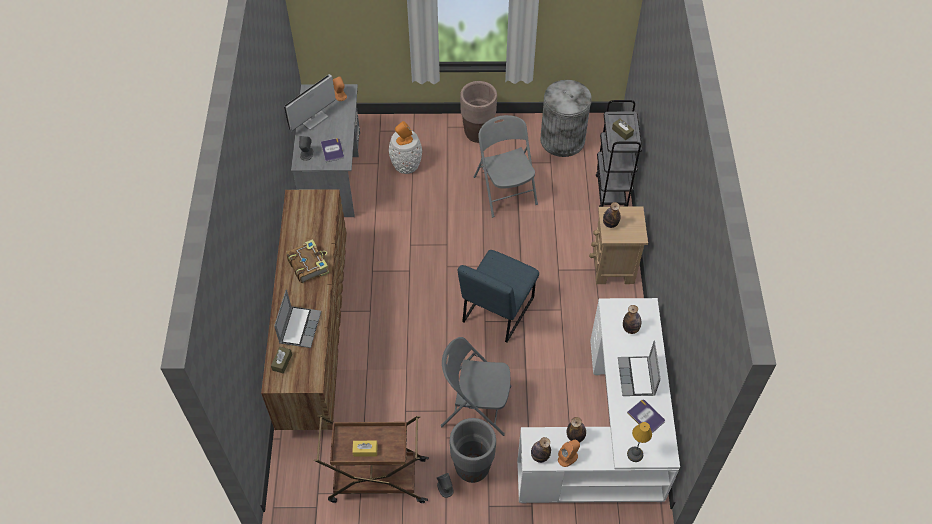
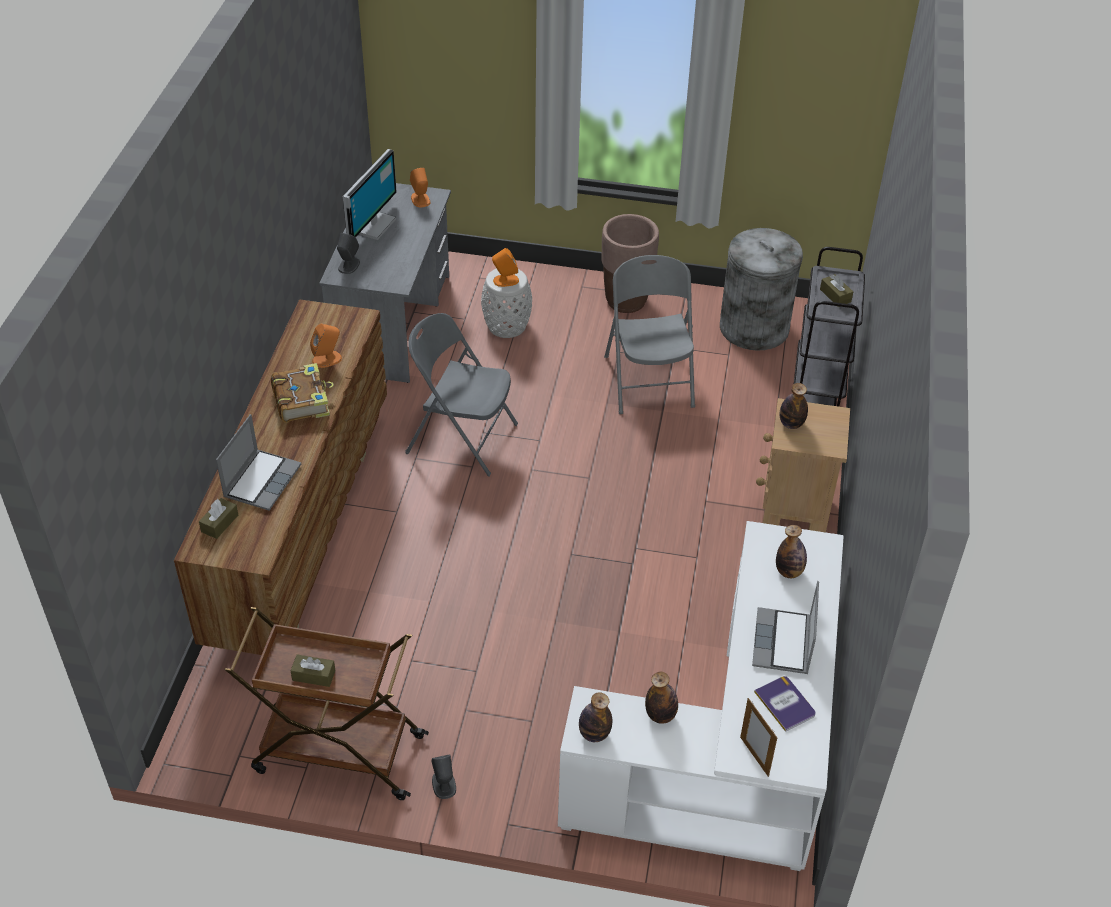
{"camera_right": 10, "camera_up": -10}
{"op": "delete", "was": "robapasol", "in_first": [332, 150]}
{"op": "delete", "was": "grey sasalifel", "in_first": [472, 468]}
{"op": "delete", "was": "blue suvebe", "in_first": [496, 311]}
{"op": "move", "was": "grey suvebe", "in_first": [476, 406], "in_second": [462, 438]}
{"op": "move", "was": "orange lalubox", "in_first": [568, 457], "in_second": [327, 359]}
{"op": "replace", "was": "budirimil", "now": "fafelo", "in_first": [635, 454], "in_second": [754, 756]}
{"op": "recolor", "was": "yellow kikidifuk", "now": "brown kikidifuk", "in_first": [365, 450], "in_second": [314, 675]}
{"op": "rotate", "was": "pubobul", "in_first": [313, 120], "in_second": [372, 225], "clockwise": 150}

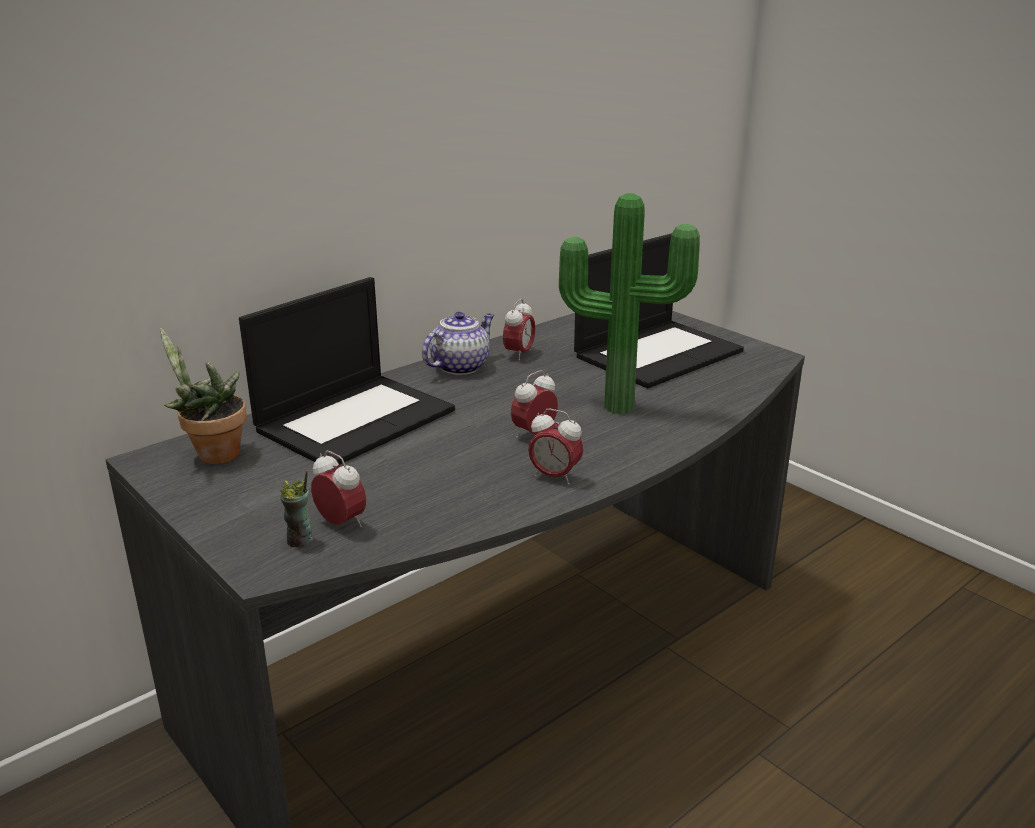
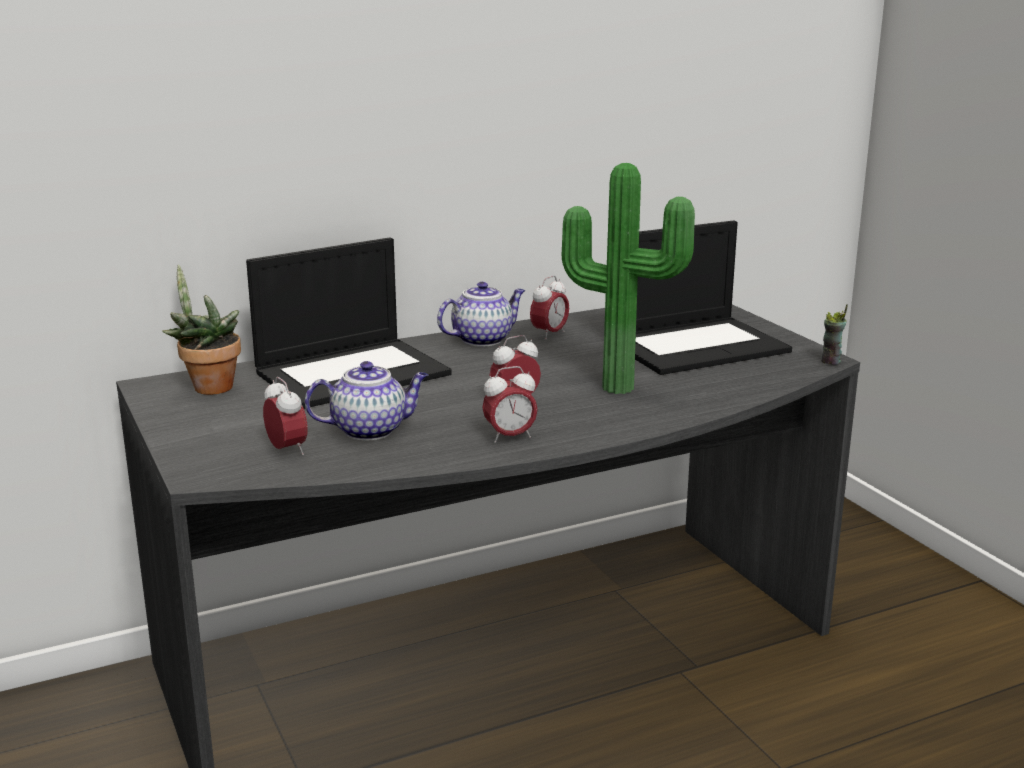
{"camera_right": 15, "camera_up": -5}
{"op": "insert", "now": "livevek", "in_second": [370, 430]}
{"op": "move", "was": "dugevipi", "in_first": [300, 541], "in_second": [831, 361]}
{"op": "rotate", "was": "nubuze", "in_first": [554, 476], "in_second": [510, 437], "clockwise": -60}

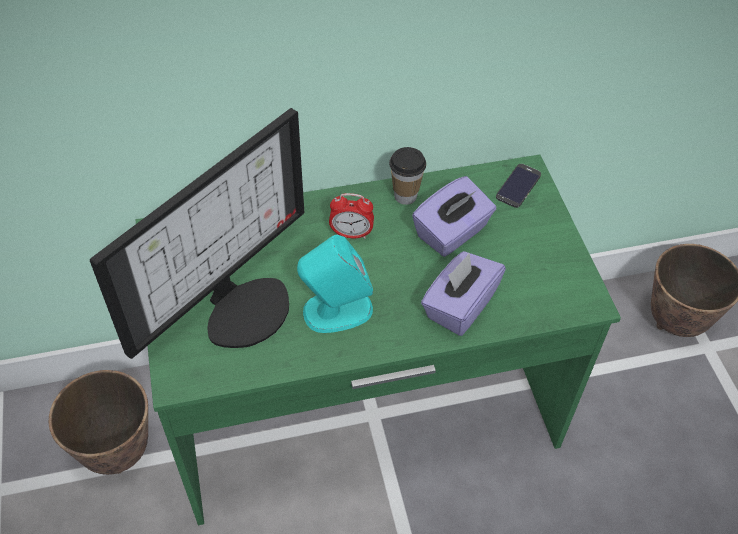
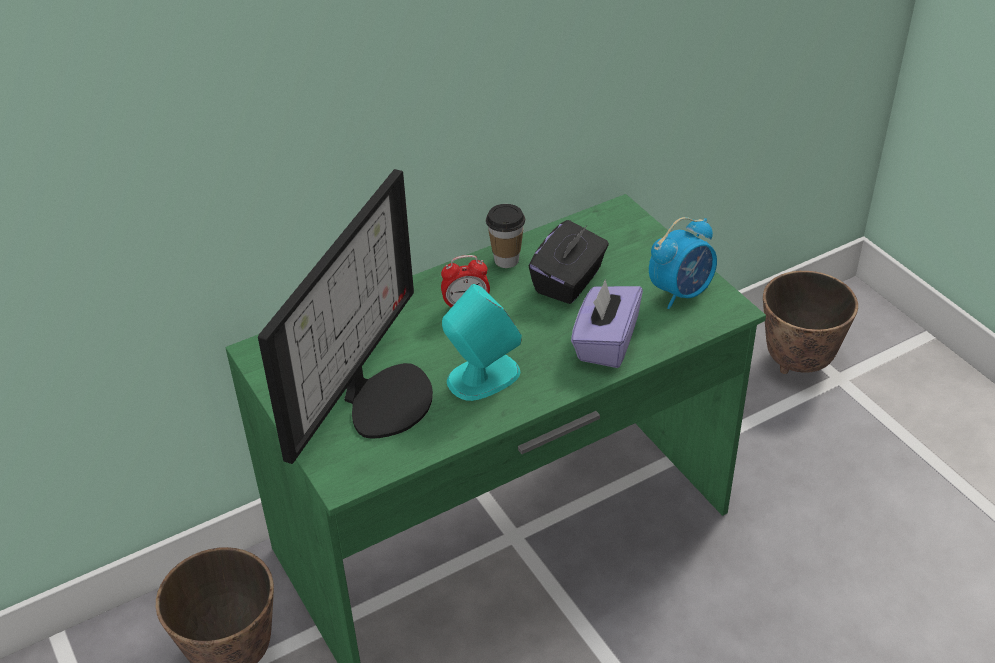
{"camera_right": -15, "camera_up": -10}
{"op": "delete", "was": "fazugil", "in_first": [518, 186]}
{"op": "insert", "now": "nubuze", "in_second": [681, 292]}
{"op": "recolor", "was": "purple kikidifuk", "now": "black kikidifuk", "in_first": [452, 233], "in_second": [569, 281]}

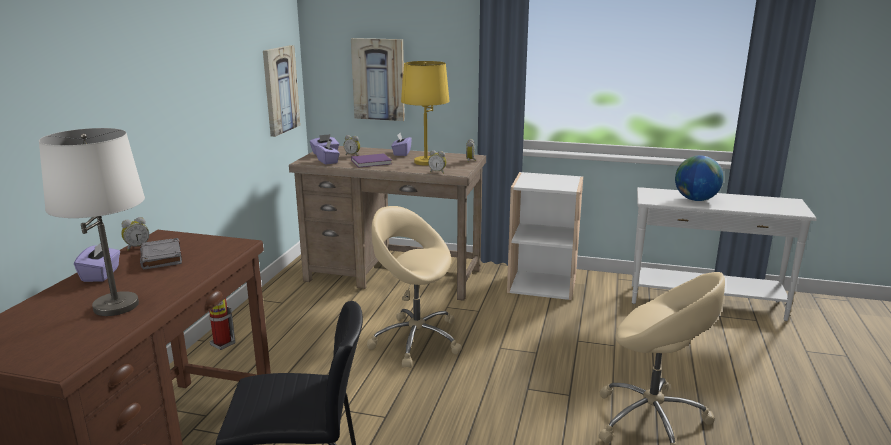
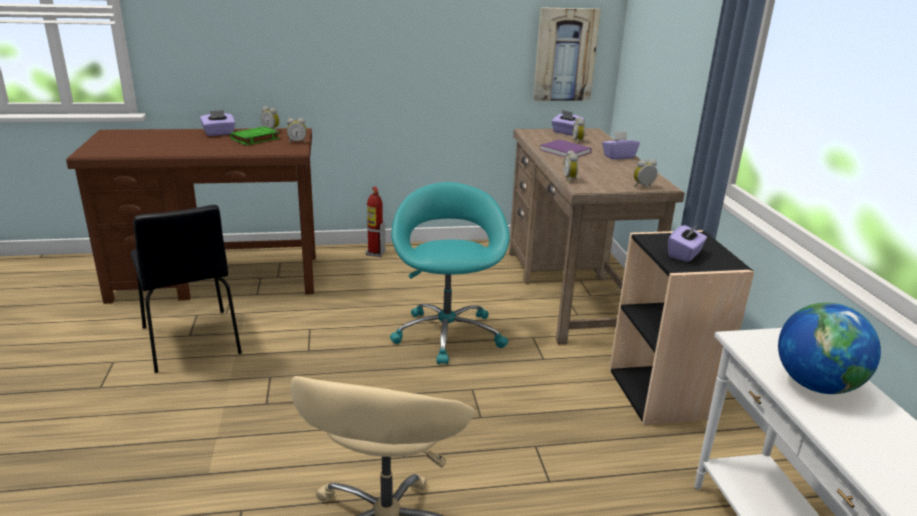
{"camera_right": 65, "camera_up": 5}
{"op": "delete", "was": "white budirimil", "in_first": [115, 306]}
{"op": "delete", "was": "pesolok", "in_first": [378, 79]}
{"op": "delete", "was": "yellow budirimil", "in_first": [426, 162]}
{"op": "insert", "now": "nubuze", "in_second": [297, 142]}
{"op": "move", "was": "purple kikidifuk", "in_first": [328, 161], "in_second": [685, 254]}
{"op": "recolor", "was": "grey robapasol", "now": "green robapasol", "in_first": [162, 258], "in_second": [255, 139]}
{"op": "recolor", "was": "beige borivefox", "now": "turquoise borivefox", "in_first": [415, 340], "in_second": [447, 334]}
{"op": "recolor", "was": "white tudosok", "now": "black tudosok", "in_first": [543, 284], "in_second": [663, 393]}

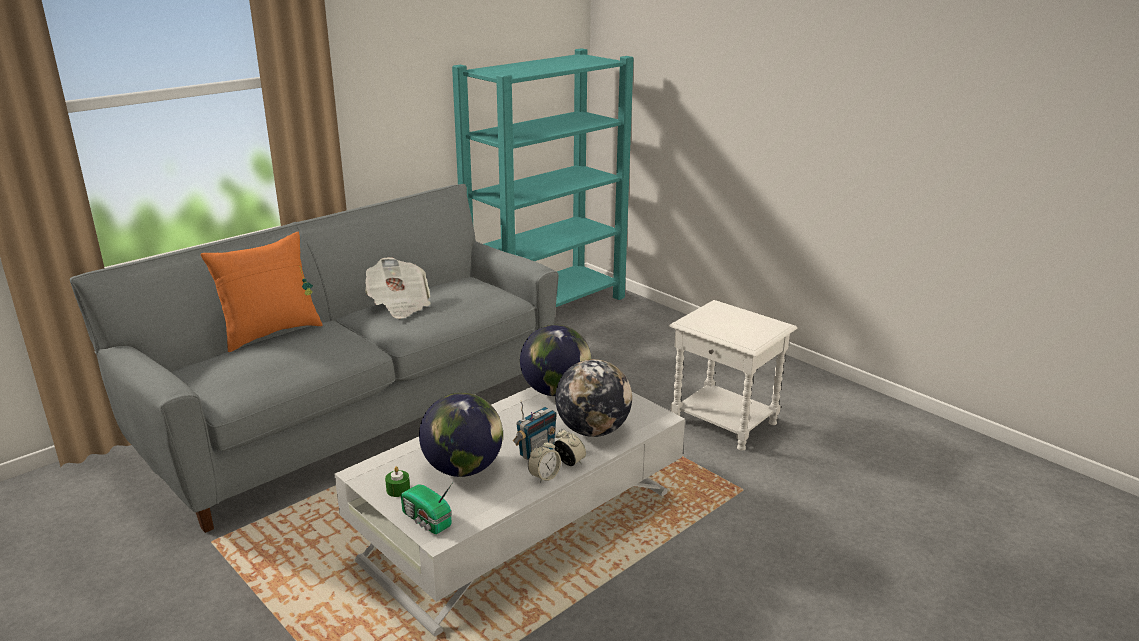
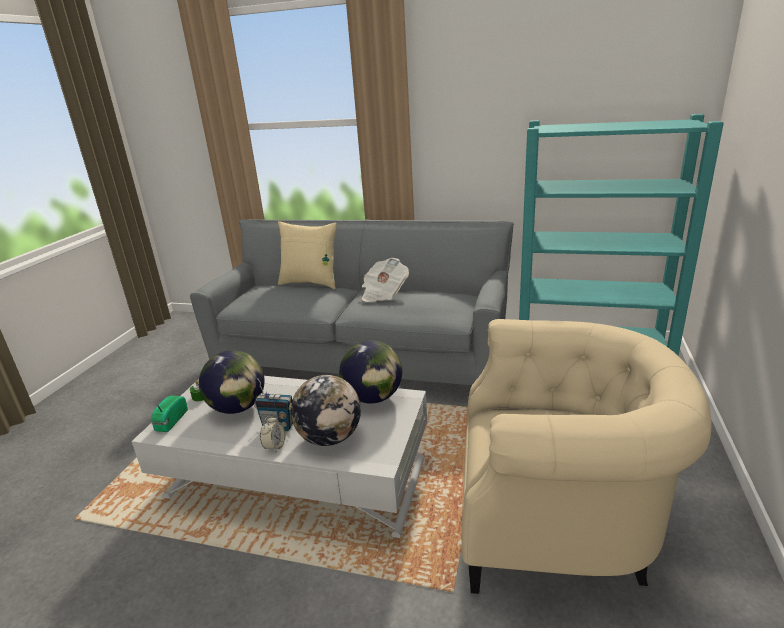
{"camera_right": 60, "camera_up": 0}
{"op": "delete", "was": "nubuze", "in_first": [544, 476]}
{"op": "replace", "was": "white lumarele", "now": "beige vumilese", "in_first": [725, 421], "in_second": [557, 527]}
{"op": "recolor", "was": "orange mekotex", "now": "beige mekotex", "in_first": [271, 334], "in_second": [310, 283]}

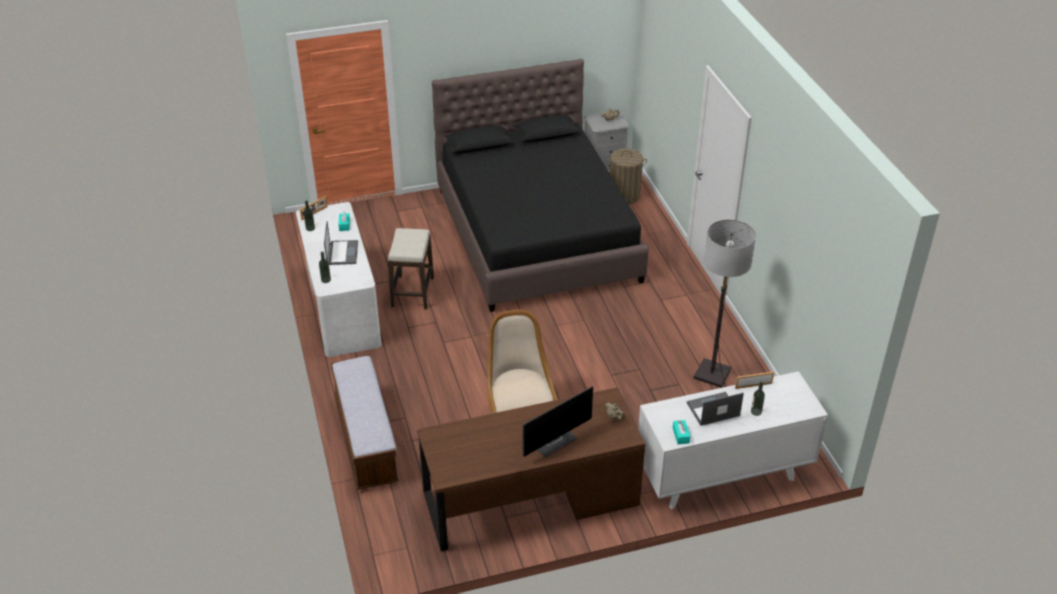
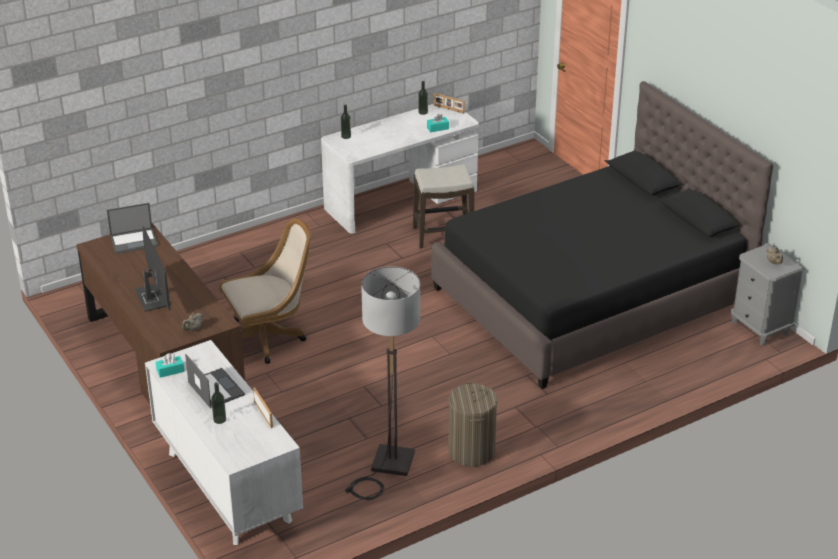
{"camera_right": 75, "camera_up": -5}
{"op": "delete", "was": "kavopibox", "in_first": [366, 439]}
{"op": "move", "was": "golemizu", "in_first": [342, 252], "in_second": [134, 241]}
{"op": "move", "was": "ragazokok", "in_first": [624, 196], "in_second": [471, 451]}
{"op": "rotate", "was": "pubobul", "in_first": [553, 440], "in_second": [152, 297], "clockwise": -150}

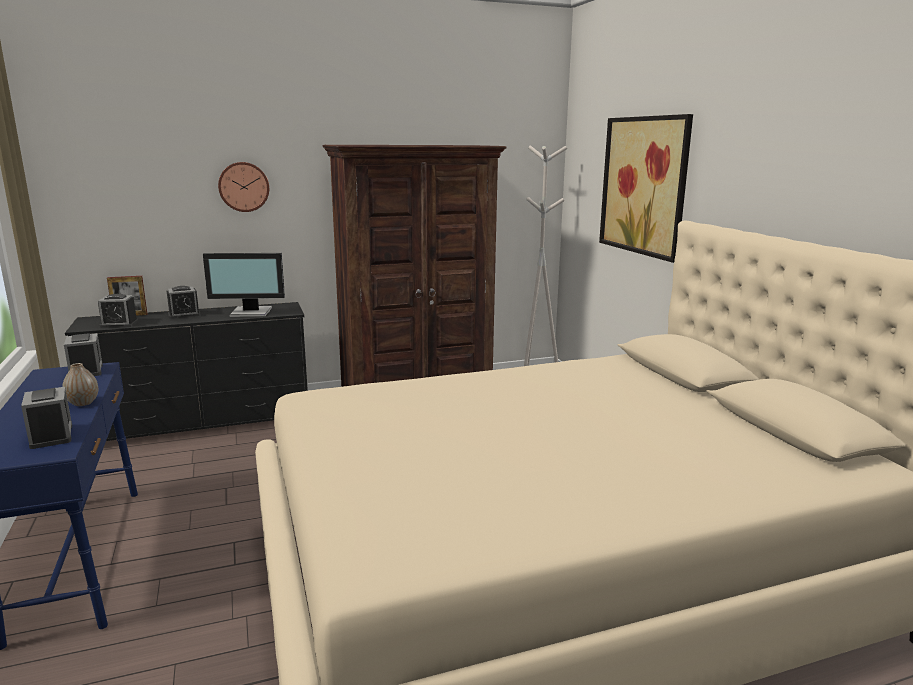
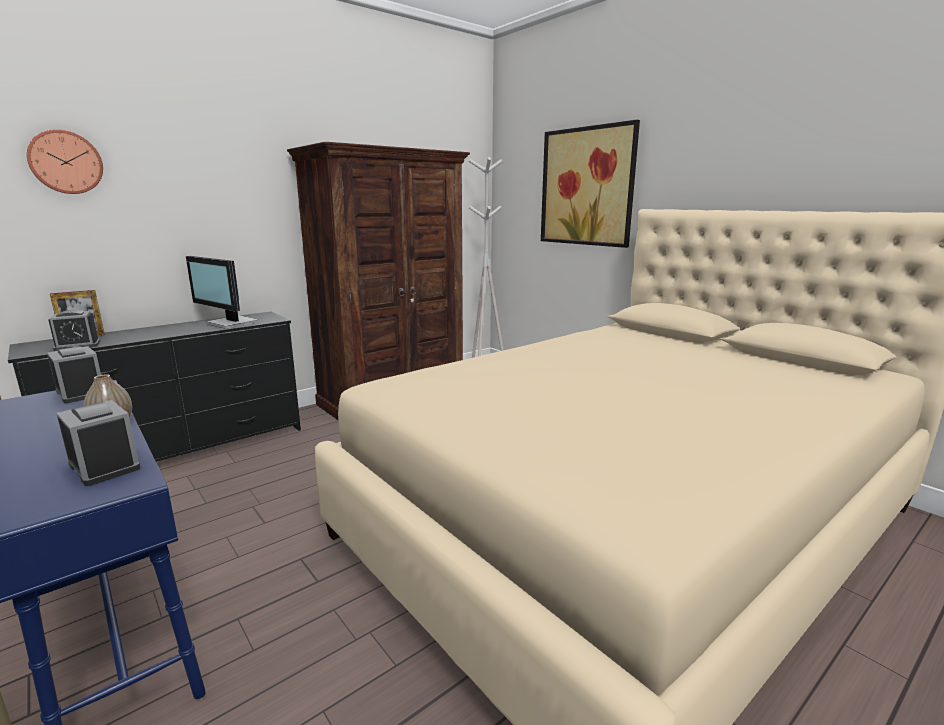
{"camera_right": -20, "camera_up": 0}
{"op": "delete", "was": "nubuze", "in_first": [184, 314]}
{"op": "move", "was": "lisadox", "in_first": [243, 187], "in_second": [66, 162]}
{"op": "rotate", "was": "pubobul", "in_first": [251, 312], "in_second": [231, 323], "clockwise": 60}

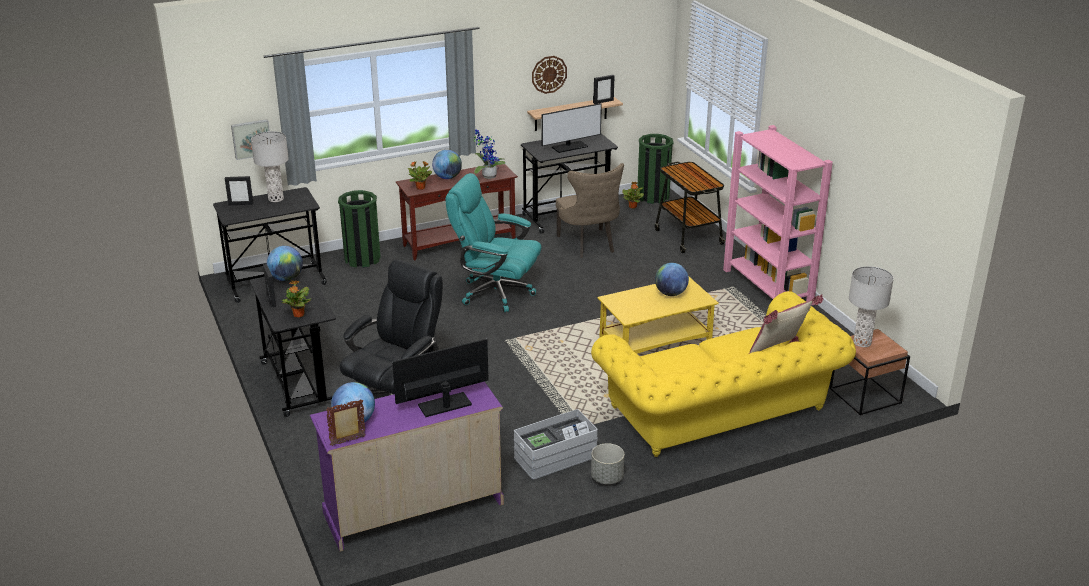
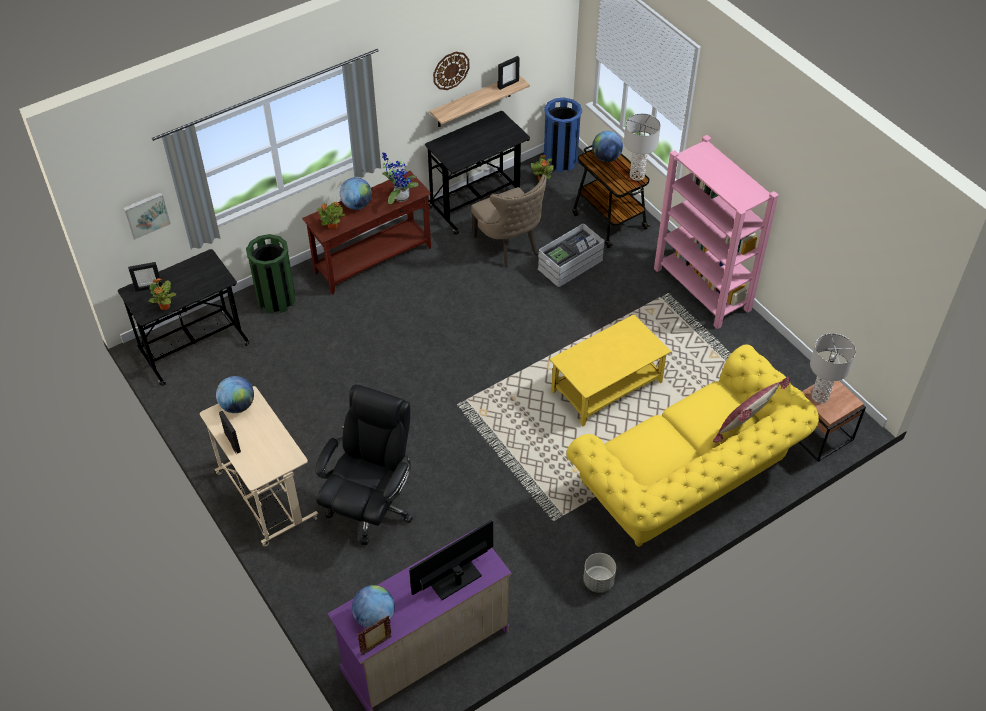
{"camera_right": -10, "camera_up": 20}
{"op": "delete", "was": "turquoise borivefox", "in_first": [496, 293]}
{"op": "delete", "was": "pubobul", "in_first": [569, 147]}
{"op": "move", "was": "white budirimil", "in_first": [276, 199], "in_second": [637, 175]}
{"op": "move", "was": "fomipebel", "in_first": [298, 315], "in_second": [165, 307]}
{"op": "move", "was": "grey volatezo", "in_first": [555, 456], "in_second": [570, 264]}
{"op": "move", "was": "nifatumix", "in_first": [670, 294], "in_second": [606, 158]}
{"op": "recolor", "was": "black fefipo", "now": "beige fefipo", "in_first": [301, 383], "in_second": [266, 496]}
{"op": "recolor", "was": "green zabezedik", "now": "blue zabezedik", "in_first": [653, 196], "in_second": [560, 160]}

